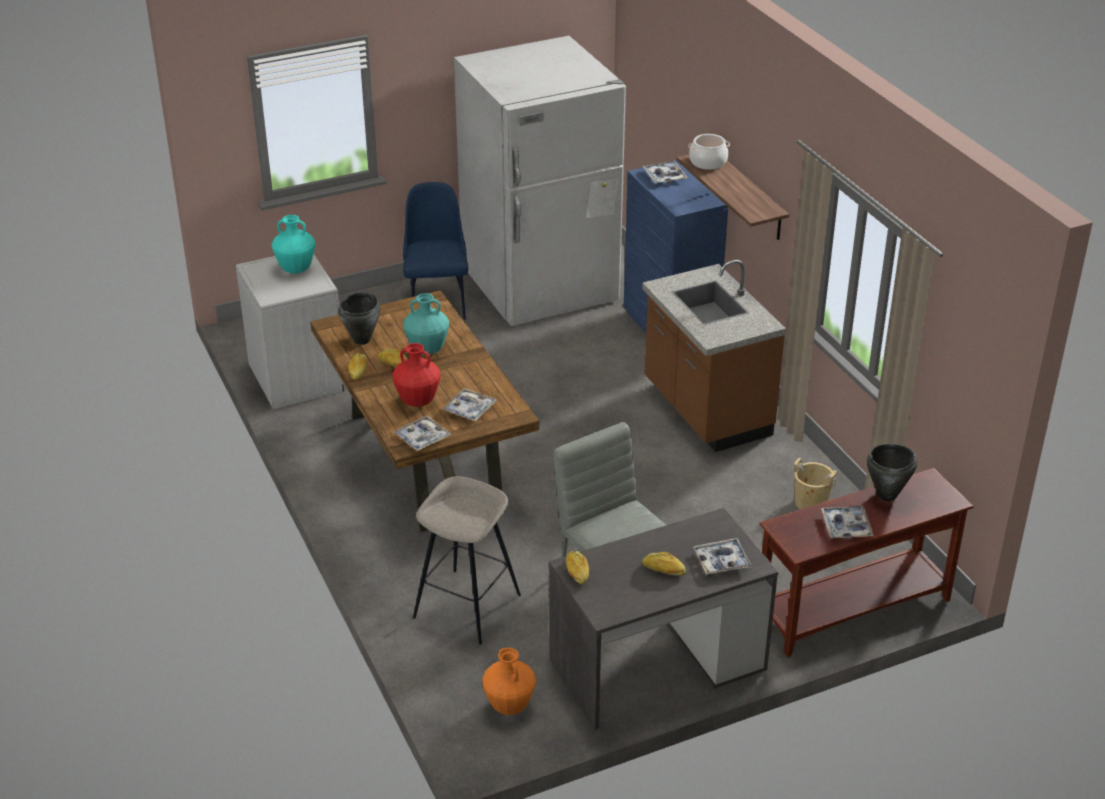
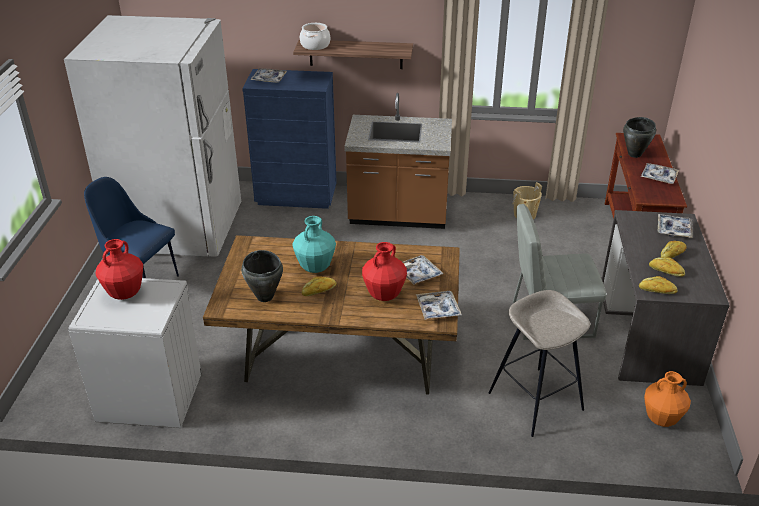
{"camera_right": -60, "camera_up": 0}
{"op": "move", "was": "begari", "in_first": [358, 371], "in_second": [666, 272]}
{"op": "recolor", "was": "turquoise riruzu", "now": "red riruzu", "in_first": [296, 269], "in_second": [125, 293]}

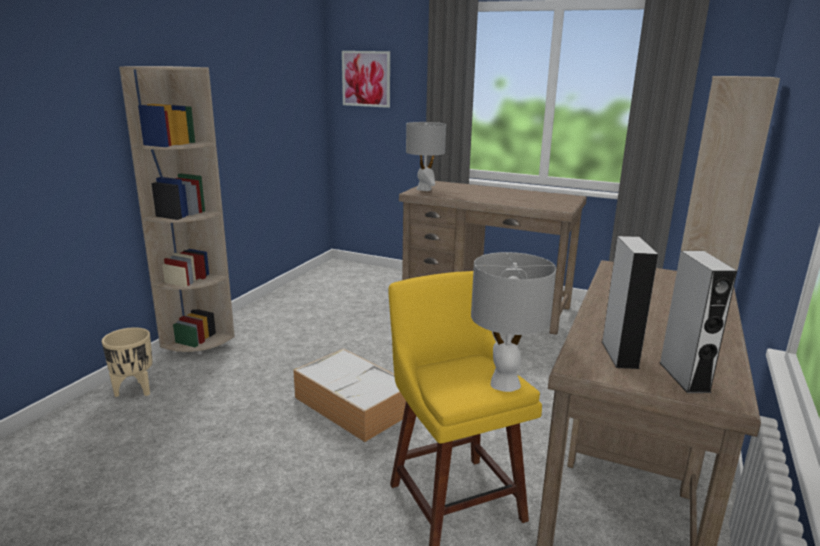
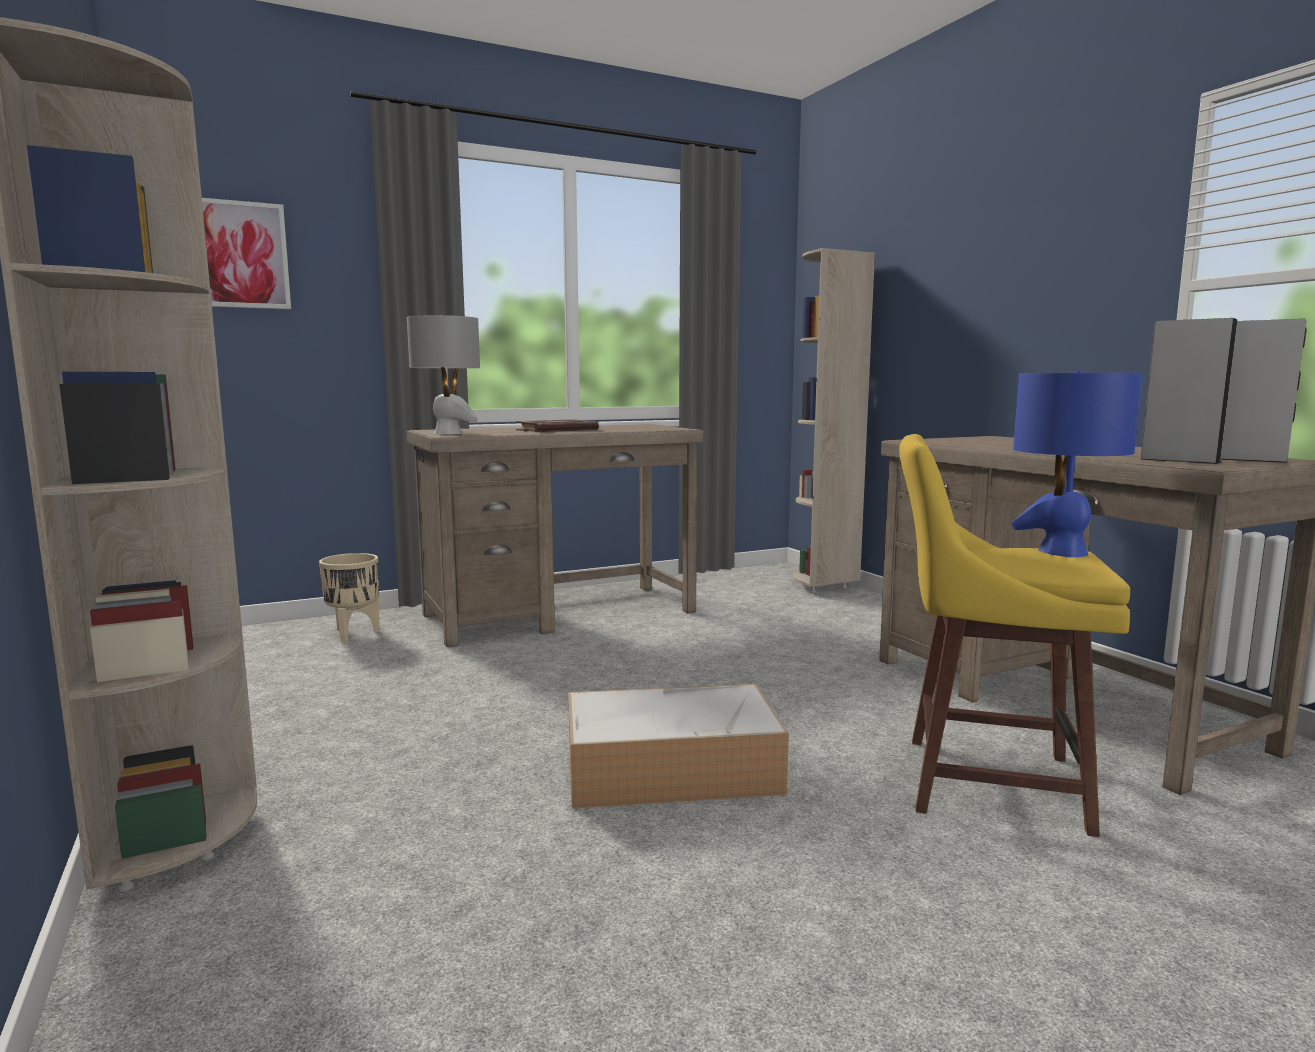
{"camera_right": -50, "camera_up": -10}
{"op": "insert", "now": "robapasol", "in_second": [557, 430]}
{"op": "move", "was": "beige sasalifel", "in_first": [134, 390], "in_second": [353, 634]}
{"op": "recolor", "was": "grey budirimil", "now": "blue budirimil", "in_first": [504, 383], "in_second": [1062, 552]}

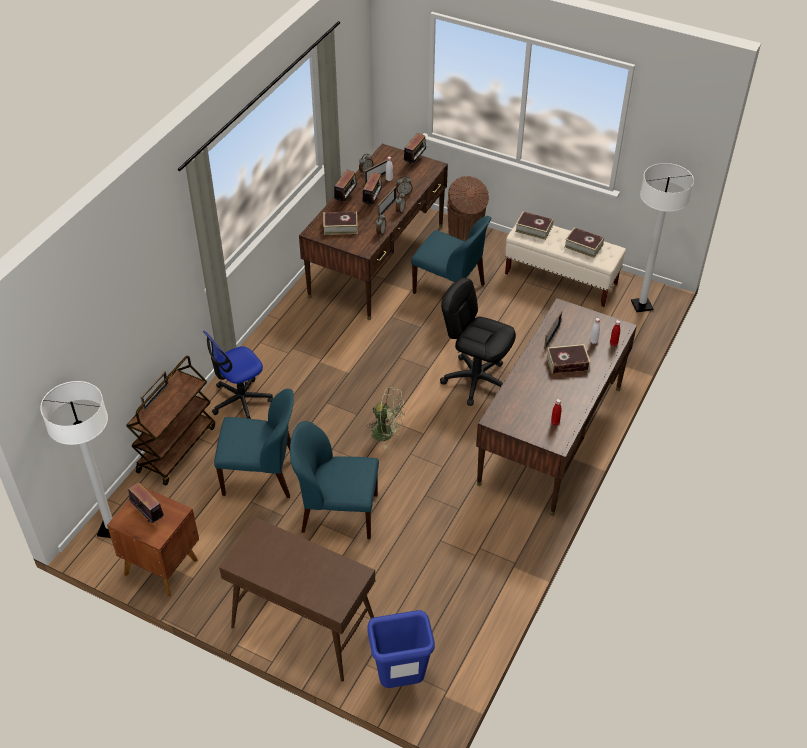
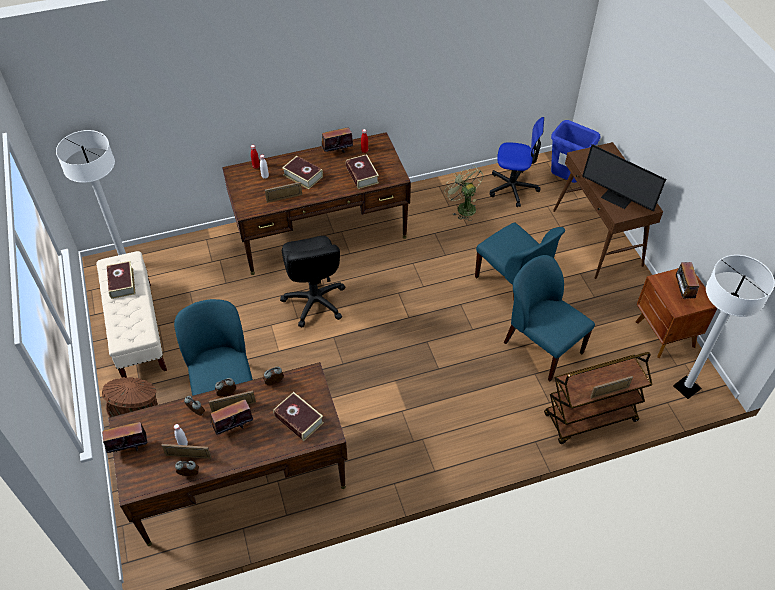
{"camera_right": -135, "camera_up": 5}
{"op": "insert", "now": "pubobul", "in_second": [618, 196]}
{"op": "move", "was": "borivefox", "in_first": [241, 400], "in_second": [513, 188]}
{"op": "move", "was": "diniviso", "in_first": [346, 198], "in_second": [337, 152]}
{"op": "move", "was": "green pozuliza", "in_first": [387, 433], "in_second": [463, 207]}
{"op": "move", "was": "robapasol", "in_first": [533, 229], "in_second": [362, 175]}

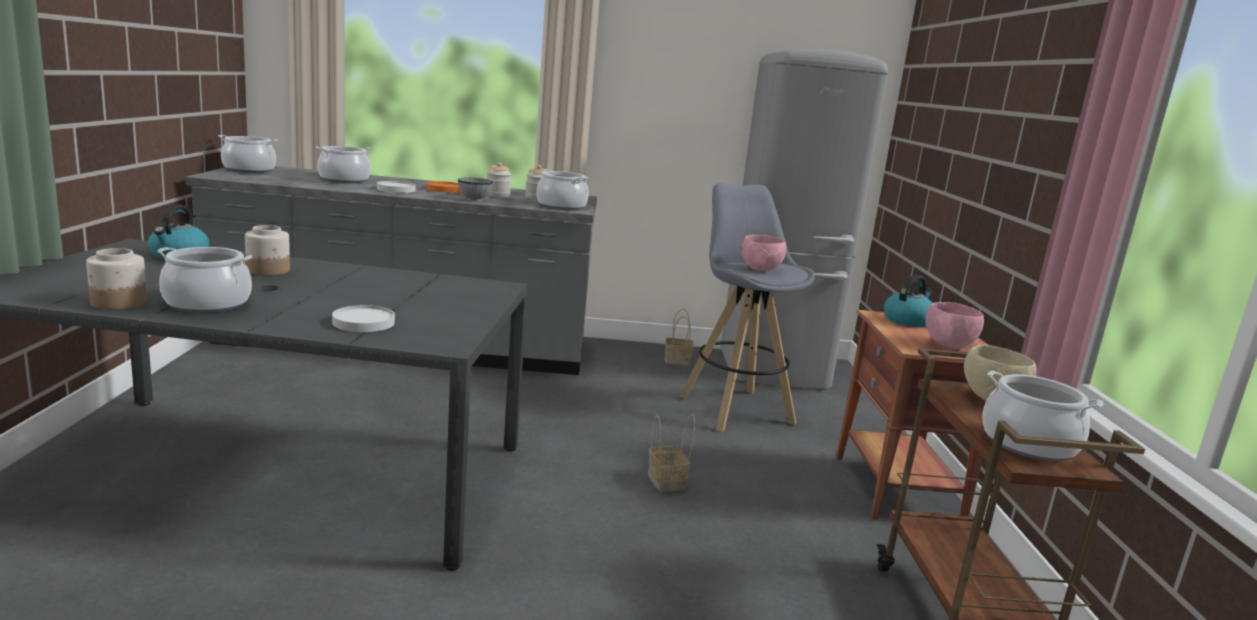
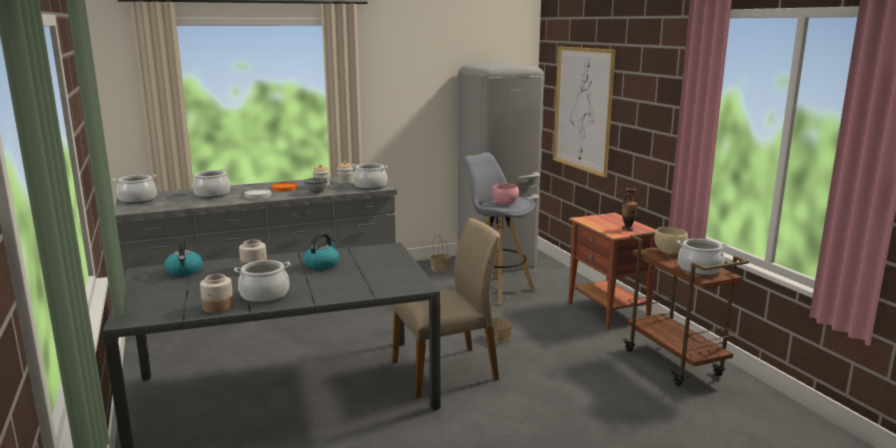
{"camera_right": -20, "camera_up": 0}
{"op": "delete", "was": "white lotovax", "in_first": [364, 322]}
{"op": "insert", "now": "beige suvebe", "in_second": [446, 370]}
{"op": "insert", "now": "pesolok", "in_second": [583, 109]}
{"op": "move", "was": "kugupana", "in_first": [907, 320], "in_second": [322, 264]}
{"op": "replace", "was": "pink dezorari", "now": "riruzu", "in_first": [948, 345], "in_second": [627, 229]}

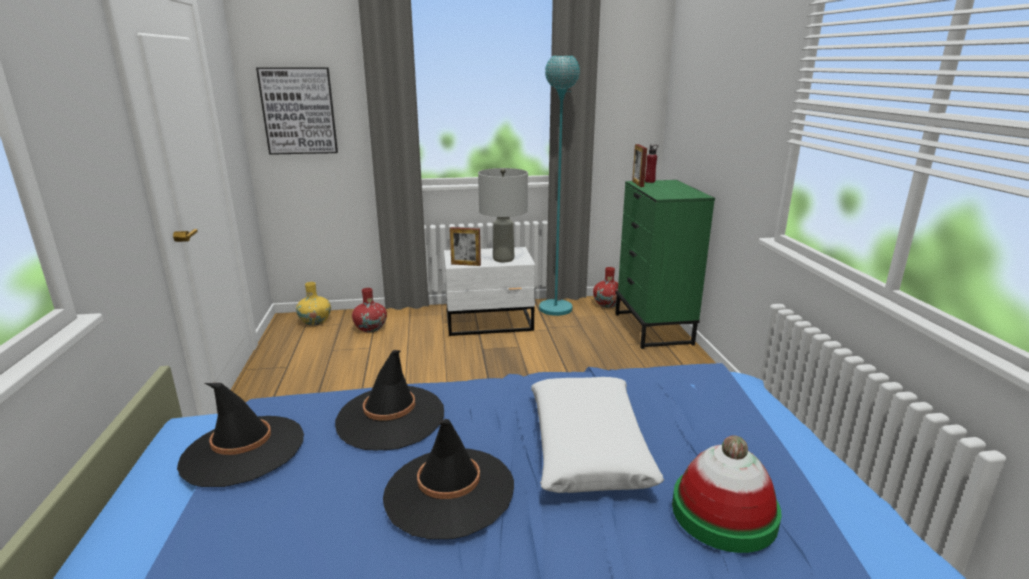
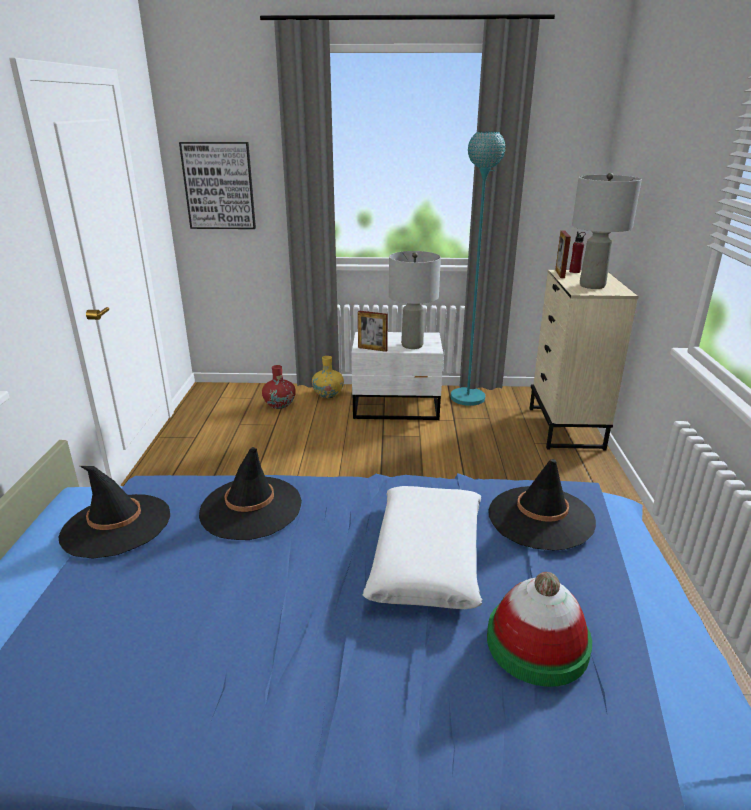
{"camera_right": 10, "camera_up": 5}
{"op": "delete", "was": "red riruzu", "in_first": [607, 304]}
{"op": "insert", "now": "grey budirimil", "in_second": [592, 286]}
{"op": "move", "was": "yellow riruzu", "in_first": [315, 321], "in_second": [328, 394]}
{"op": "move", "was": "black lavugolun", "in_first": [449, 492], "in_second": [540, 518]}
{"op": "recolor", "was": "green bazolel", "now": "beige bazolel", "in_first": [653, 329], "in_second": [565, 428]}

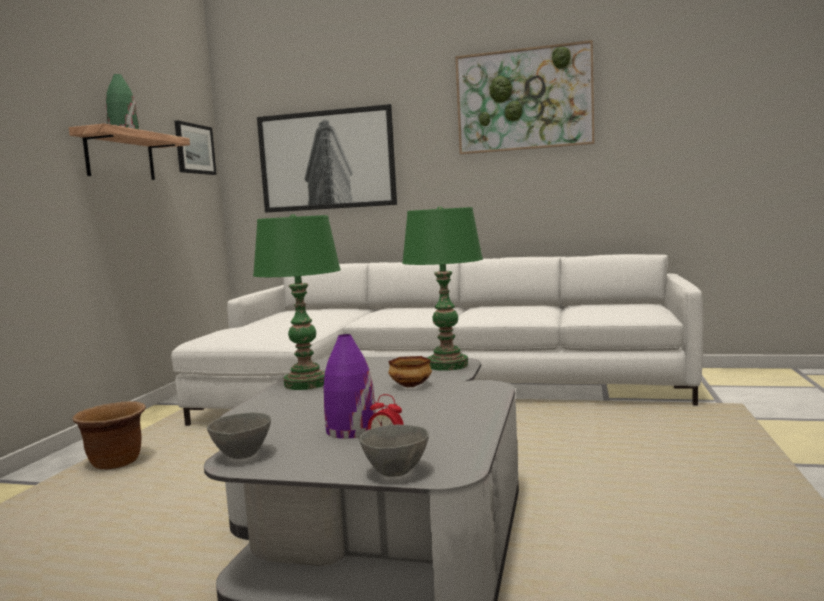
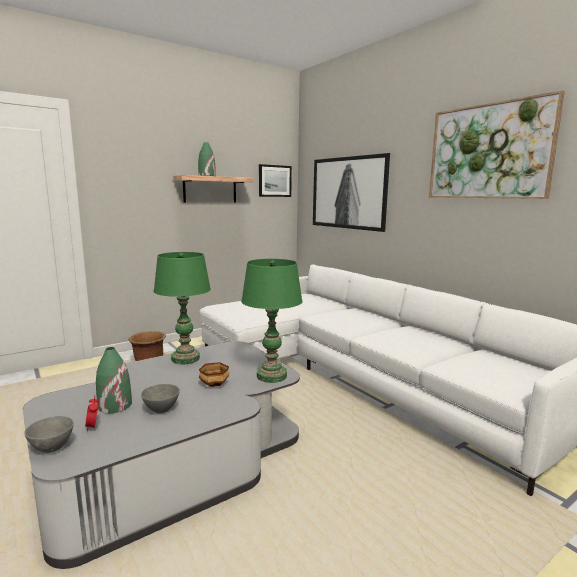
{"camera_right": 40, "camera_up": 5}
{"op": "move", "was": "grey dezorari", "in_first": [242, 455], "in_second": [161, 410]}
{"op": "recolor", "was": "purple riruzu", "now": "green riruzu", "in_first": [350, 430], "in_second": [114, 405]}

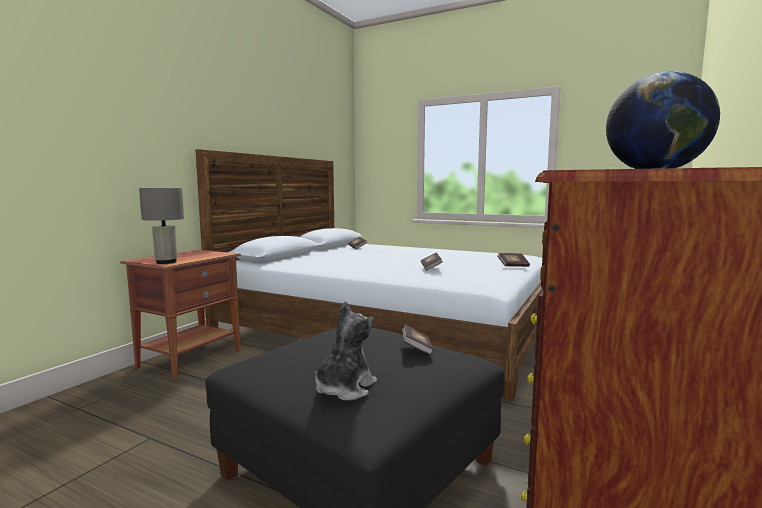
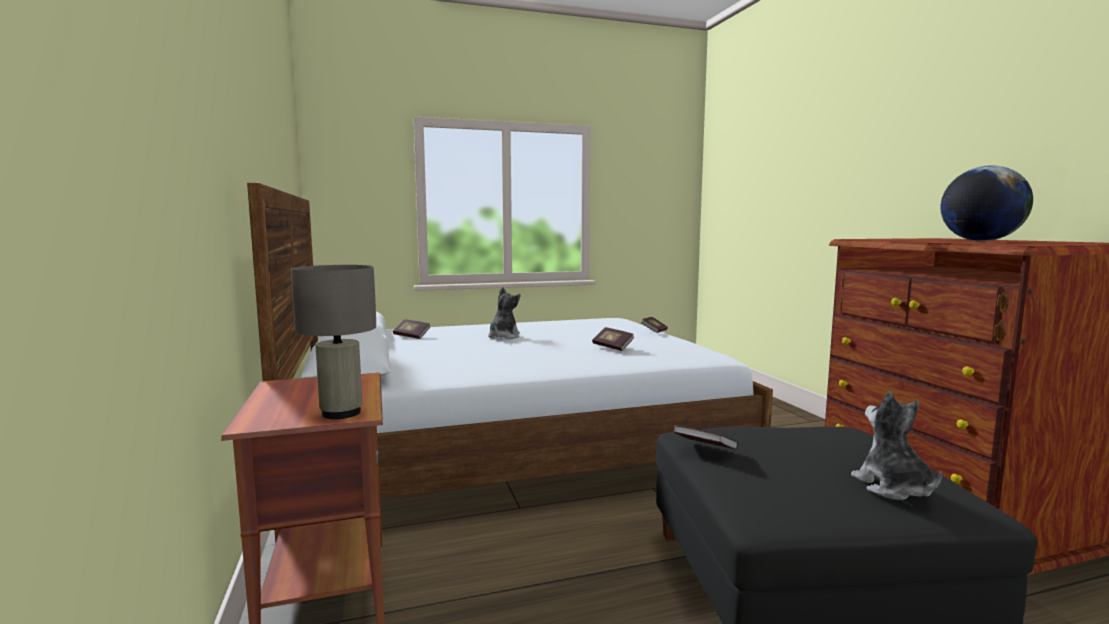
{"camera_right": -45, "camera_up": 0}
{"op": "insert", "now": "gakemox", "in_second": [503, 336]}
{"op": "move", "was": "robapasol", "in_first": [417, 349], "in_second": [704, 449]}

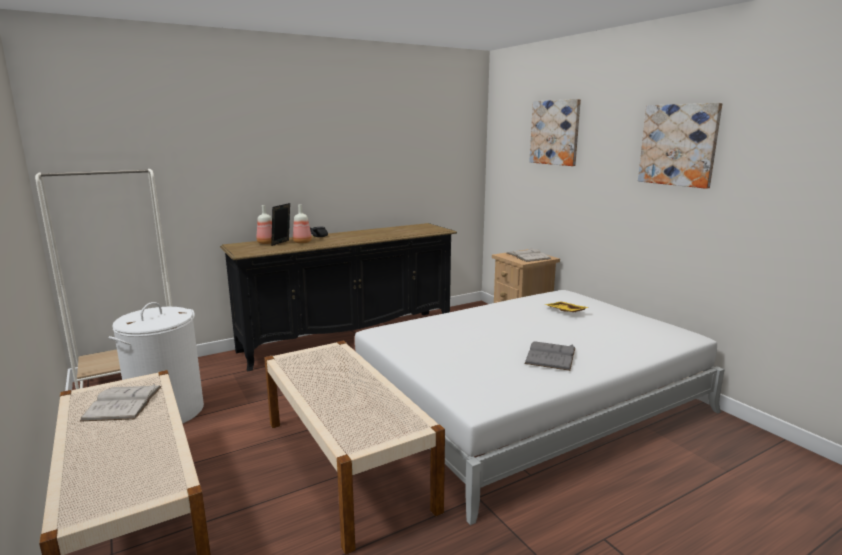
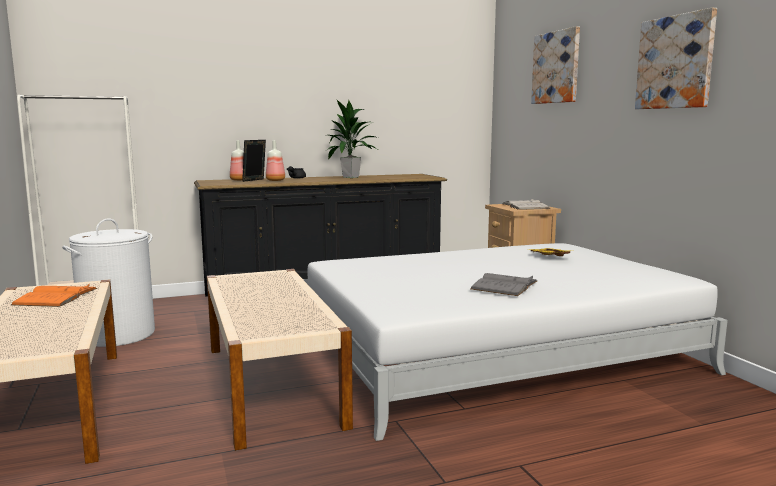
{"camera_right": 10, "camera_up": -5}
{"op": "insert", "now": "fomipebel", "in_second": [351, 177]}
{"op": "recolor", "was": "white robapasol", "now": "orange robapasol", "in_first": [123, 403], "in_second": [56, 296]}

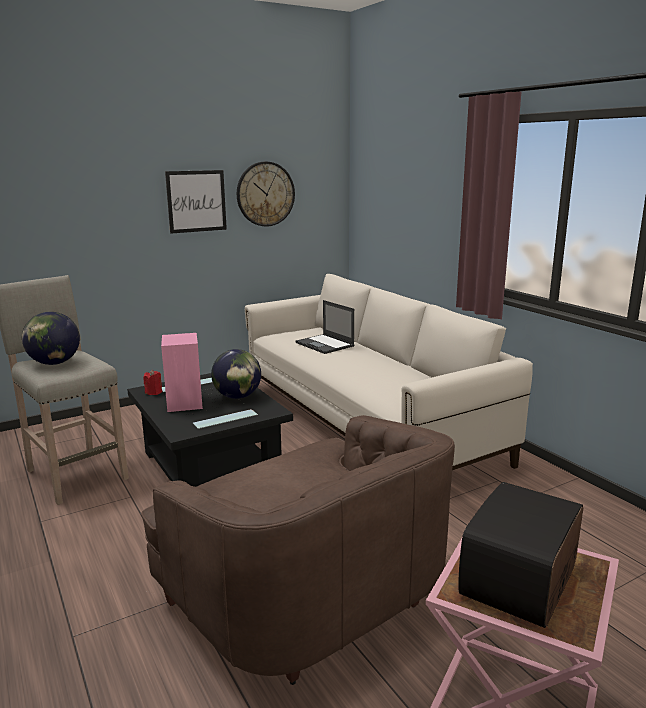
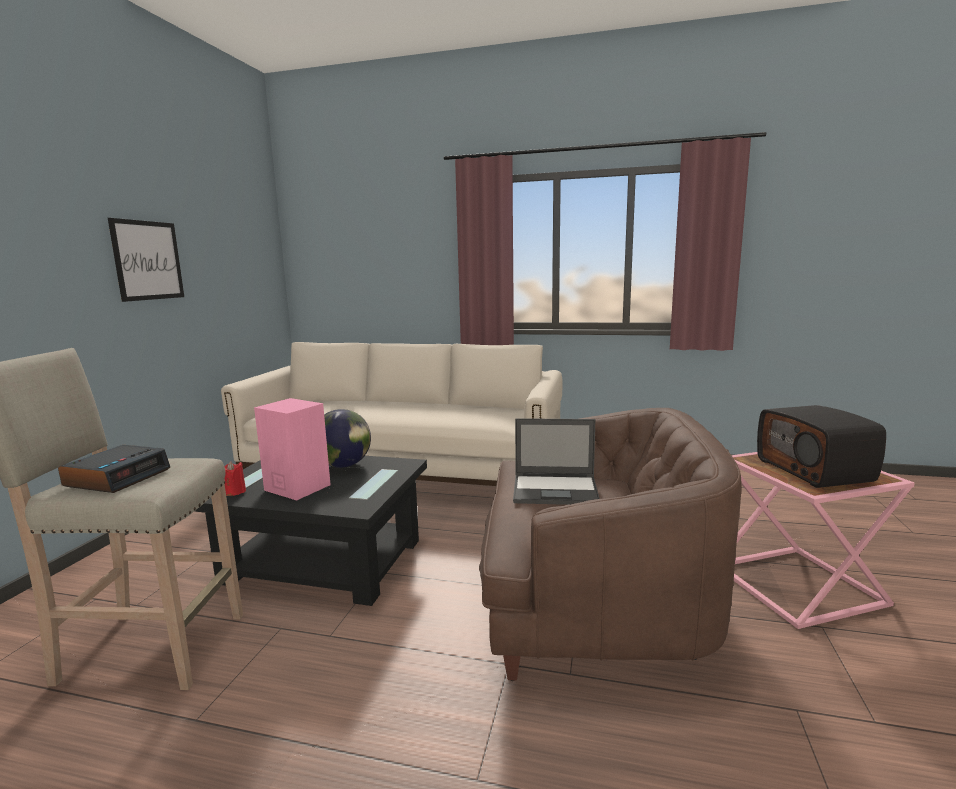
{"camera_right": -45, "camera_up": -5}
{"op": "delete", "was": "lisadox", "in_first": [265, 194]}
{"op": "move", "was": "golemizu", "in_first": [325, 344], "in_second": [556, 490]}
{"op": "replace", "was": "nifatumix", "now": "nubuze", "in_first": [55, 363], "in_second": [118, 477]}

